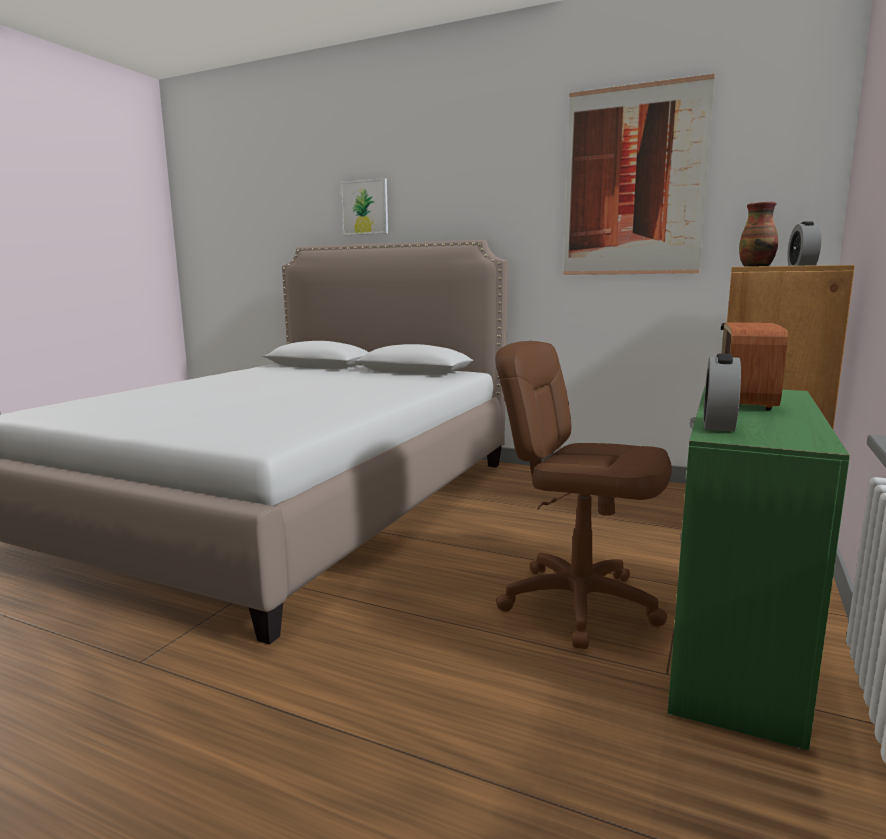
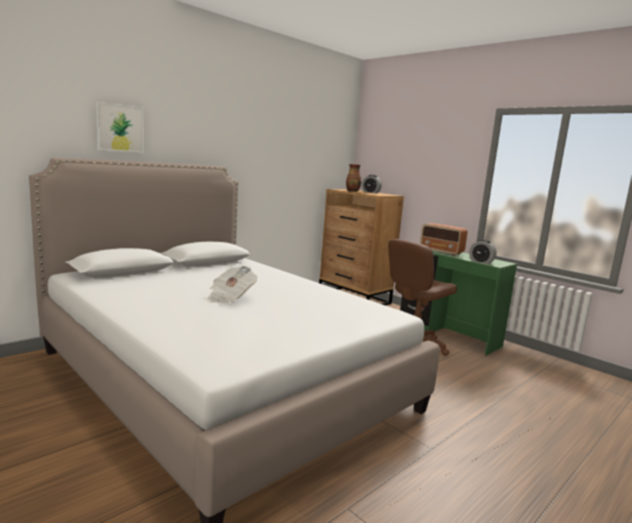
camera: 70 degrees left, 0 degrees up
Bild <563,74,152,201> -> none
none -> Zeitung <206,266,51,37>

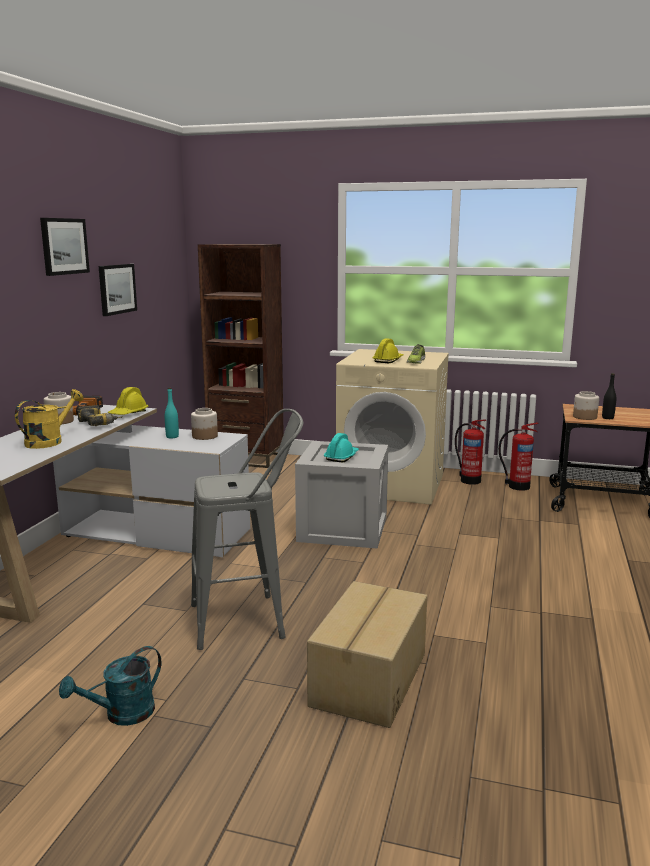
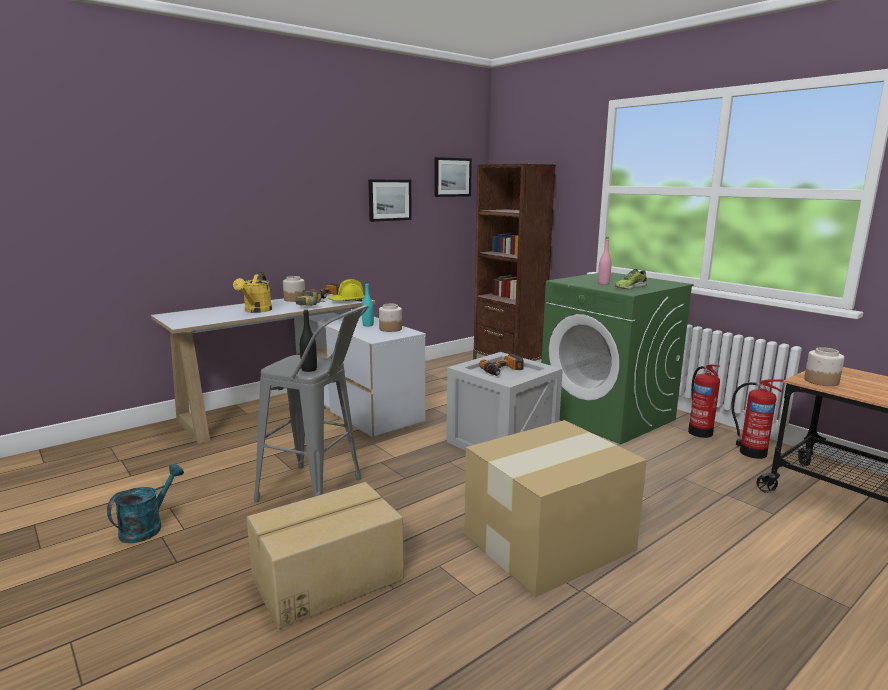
camera: 35 degrees right, 0 degrees up
none -> Karton <464,420,183,177>
Bild <40,218,50,58> -> Bild <434,157,38,40>, relocated
Flasche/schwarz <602,373,14,46> -> Flasche/schwarz <300,310,17,62>, relocated
Schutzhelm/türkis <324,433,35,29> -> Bohrmaschine <479,354,45,22>
Schutzhelm/gelb <372,338,31,25> -> Flasche/rosa <598,237,13,48>
Waschmaschine/beige <336,349,113,156> -> Waschmaschine/grün <542,272,152,172>
Gießkanne/gelb <15,389,69,60> -> Gießkanne/gelb <233,272,39,41>, 120 degrees clockwise
Gießkanne/türkis <59,646,102,80> -> Gießkanne/türkis <107,464,77,79>, 120 degrees clockwise

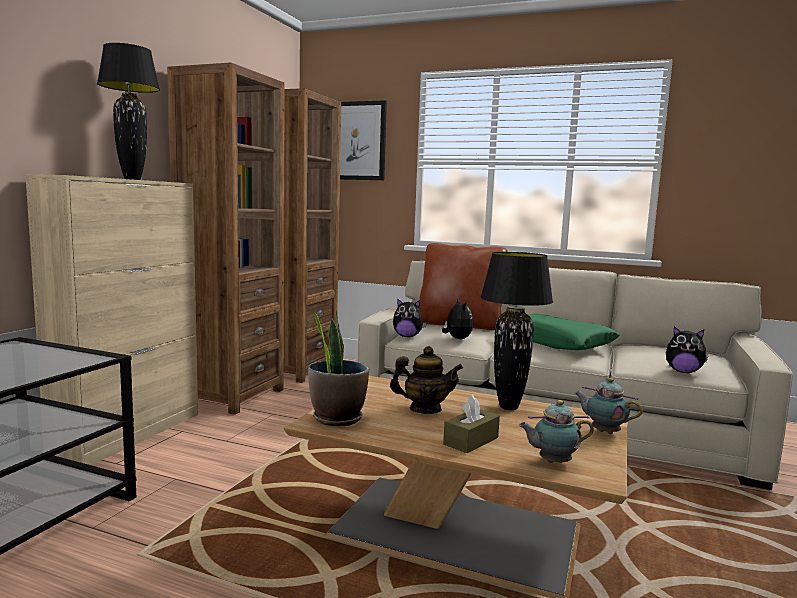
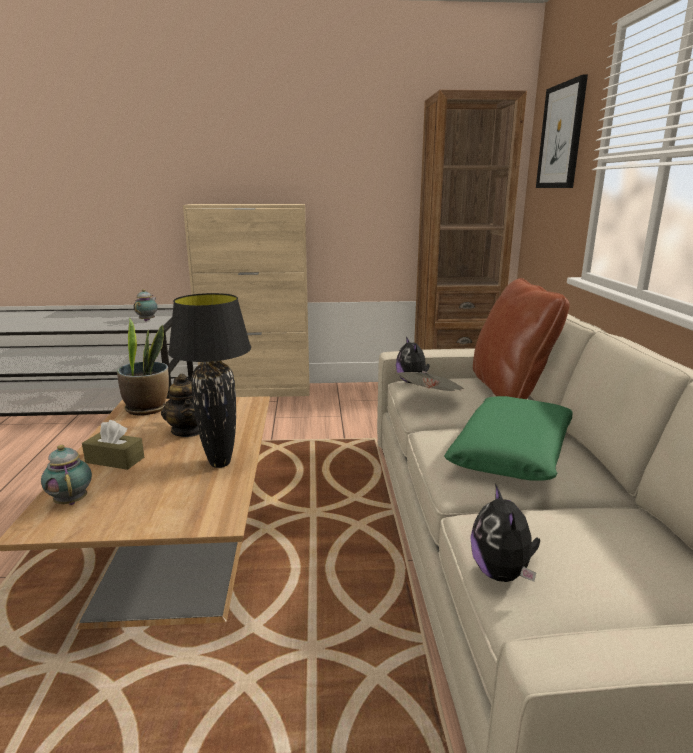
camera: 65 degrees right, 10 degrees up
Tischlampe/schwarz <97,43,63,137> -> none
Bücherregal/braun <167,62,118,353> -> none
Teekanne <575,378,68,56> -> Teekanne <134,289,24,32>, relocated
Plüschtier <442,300,31,39> -> Zeitung <395,372,69,19>

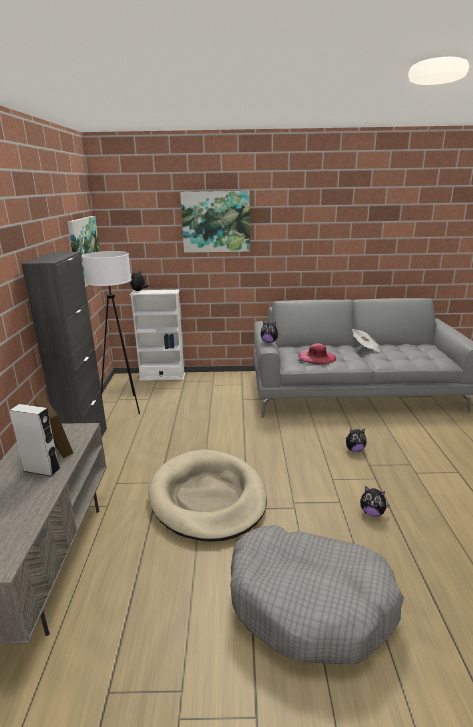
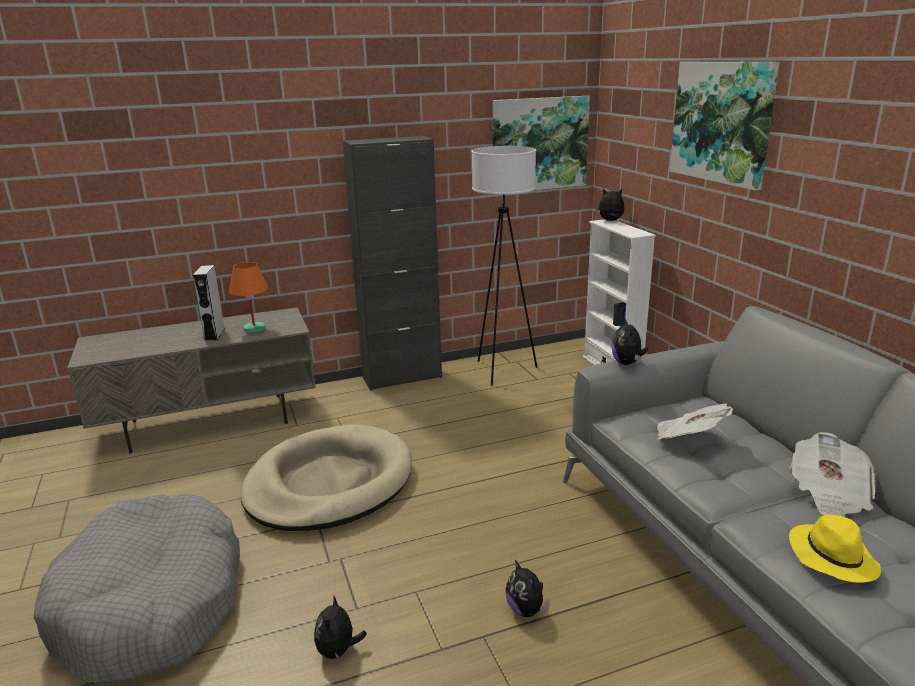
camera: 70 degrees right, 0 degrees up
none -> Hut/gelb <789,515,92,68>
Bilderrahmen <34,396,39,62> -> Tischlampe/orange <229,262,40,71>
Hut/rosa <298,343,38,21> -> Zeitung <657,403,76,36>

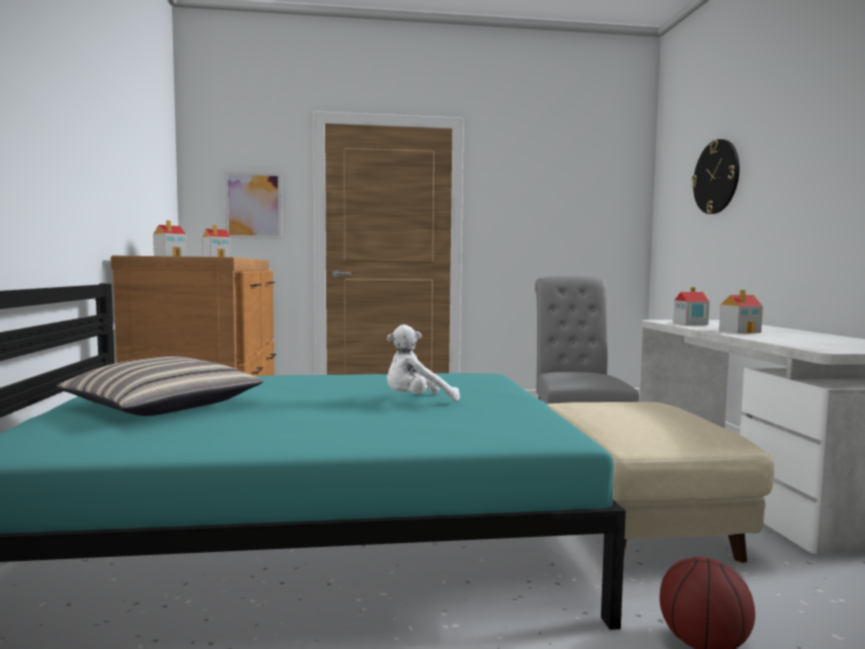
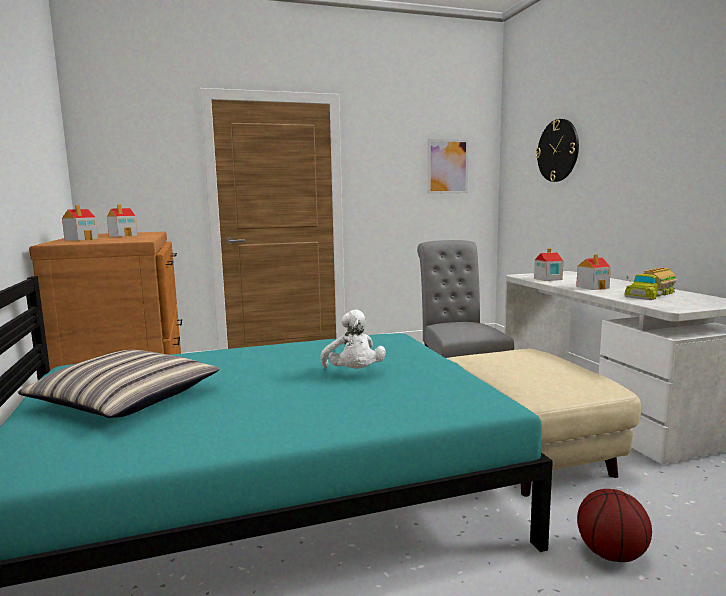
camera: 10 degrees left, 5 degrees up
none -> Spielzeuglaster <624,268,54,32>
Bild <224,172,58,67> -> Bild <428,139,41,55>, relocated
Plüschtier/weiß <387,325,73,76> -> Plüschtier/weiß <320,309,66,60>, 75 degrees counterclockwise

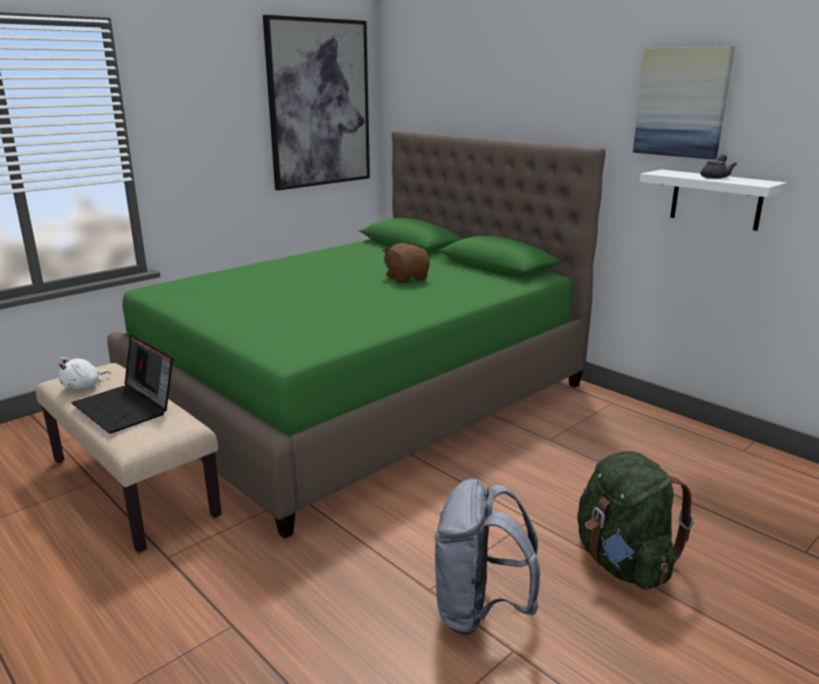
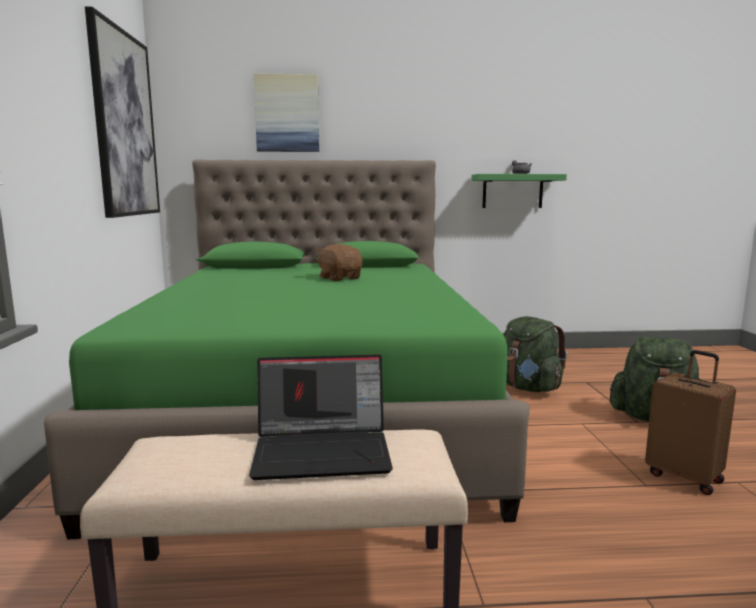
camera: 50 degrees left, 10 degrees down
Plüschtier/weiß <59,357,52,32> -> none
none -> Rucksack/grün <504,316,63,76>
Bild <633,46,102,114> -> Bild <254,73,65,79>, relocated
Rucksack/grau <434,478,106,157> -> Koffer/braun <645,350,91,145>
Wandregal/weiß <640,169,147,62> -> Wandregal/grün <471,174,96,34>
Plüschtier/braun <382,243,48,40> -> Plüschtier/braun <316,244,46,37>, 45 degrees clockwise

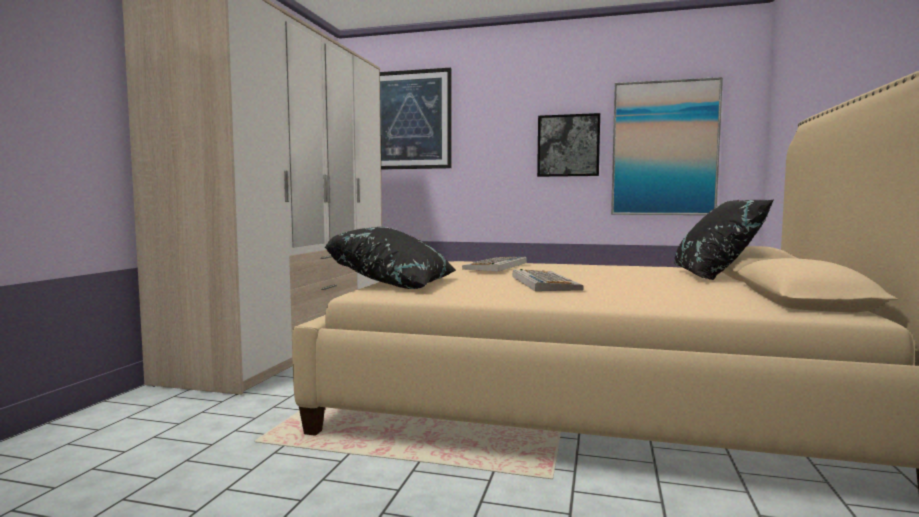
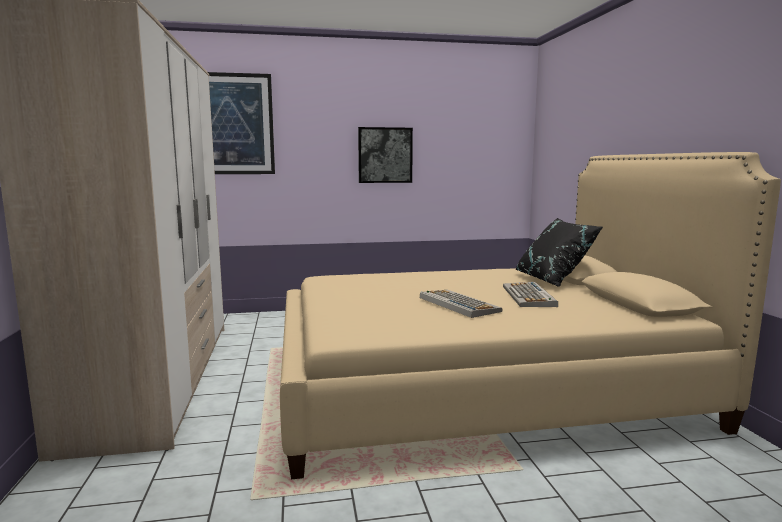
camera: 25 degrees left, 5 degrees up
Kissen/schwarz <325,227,131,62> -> none
Bild <611,77,112,138> -> none
Tastatur <462,257,65,14> -> Tastatur <503,282,55,25>, relocated

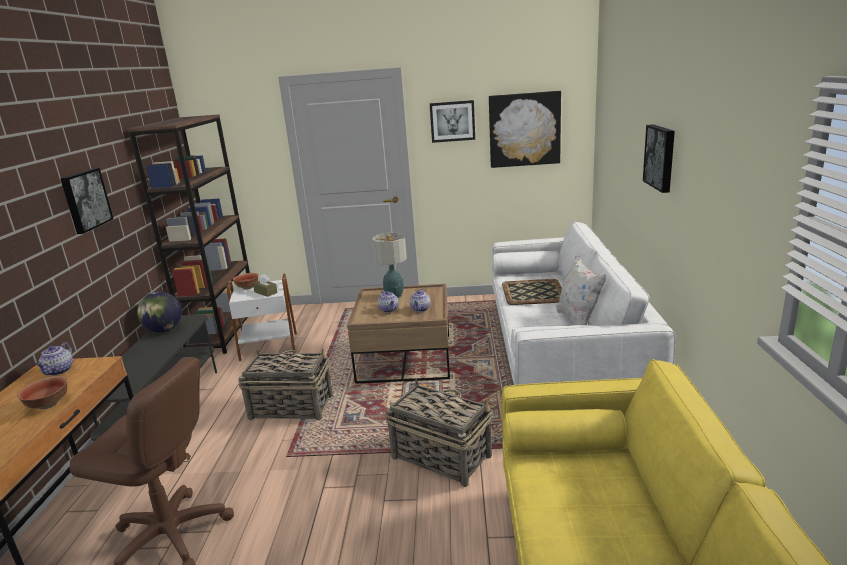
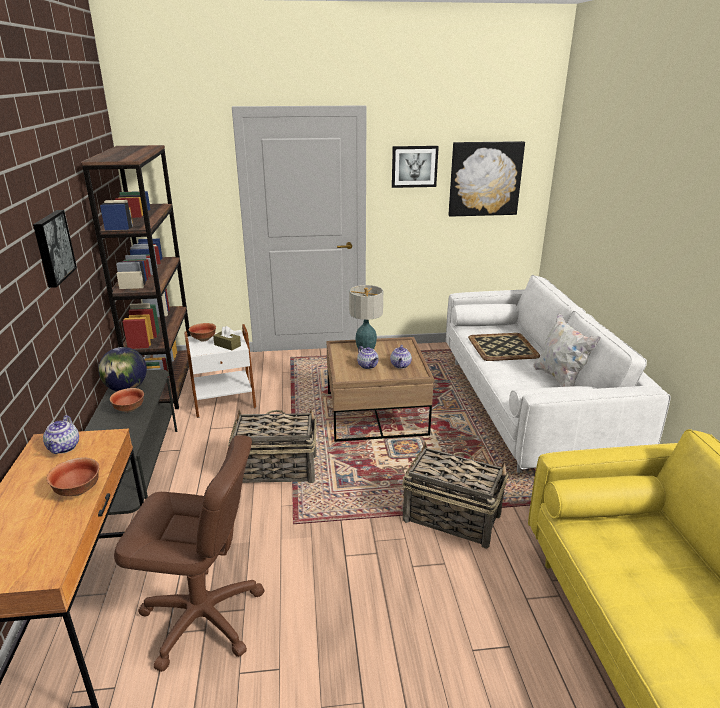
camera: 10 degrees left, 5 degrees up
Bild <643,124,32,69> -> none
none -> Schüssel <110,388,34,24>

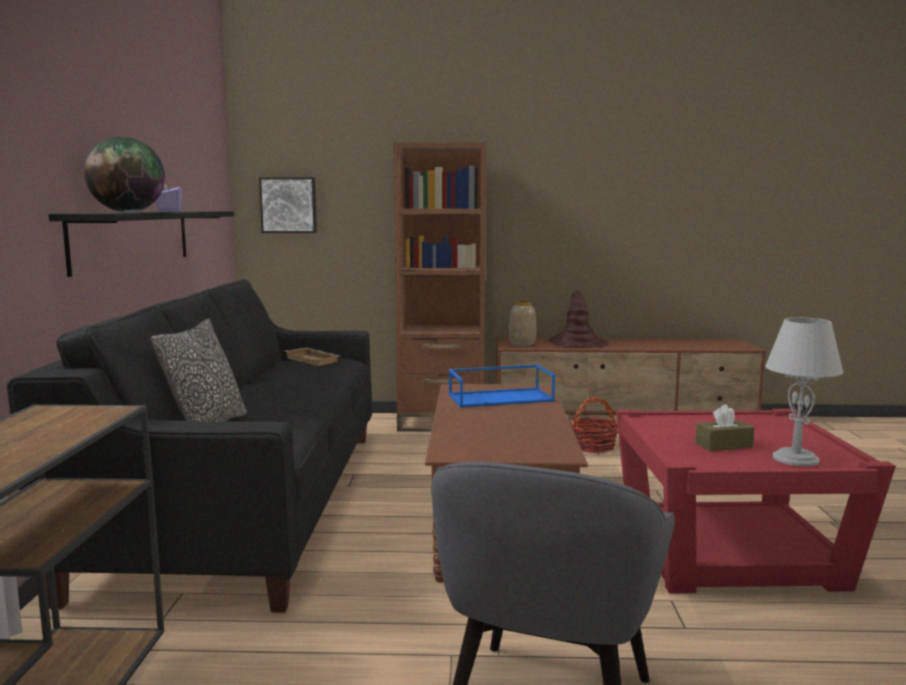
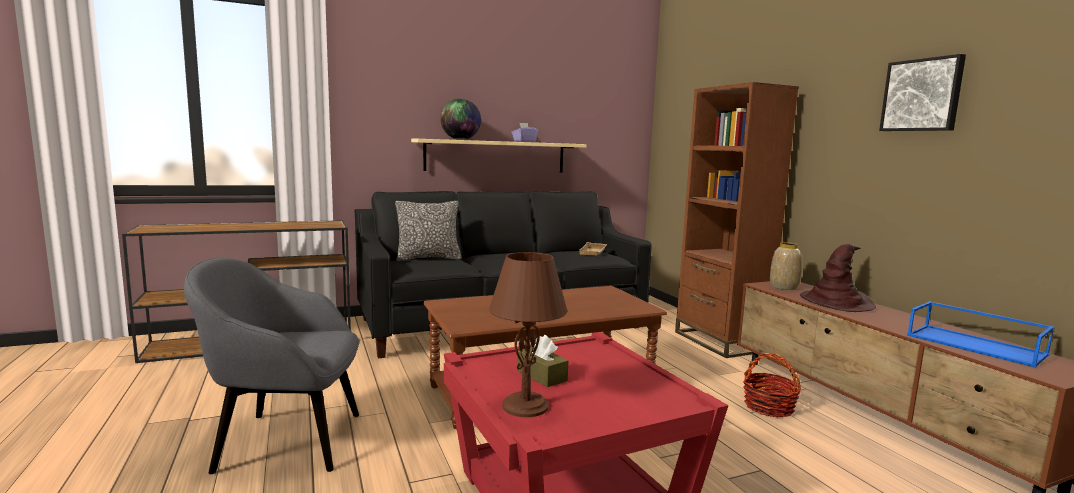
camera: 65 degrees right, 0 degrees up
Bild <259,177,58,56> -> Bild <879,54,87,77>, relocated
Tablett/blau <449,365,106,42> -> Tablett/blau <907,301,148,67>, relocated
Wandregal/schwarz <48,211,186,66> -> Wandregal/beige <411,139,176,34>
Tischlampe/grau <765,317,78,149> -> Tischlampe/braun <489,252,78,165>

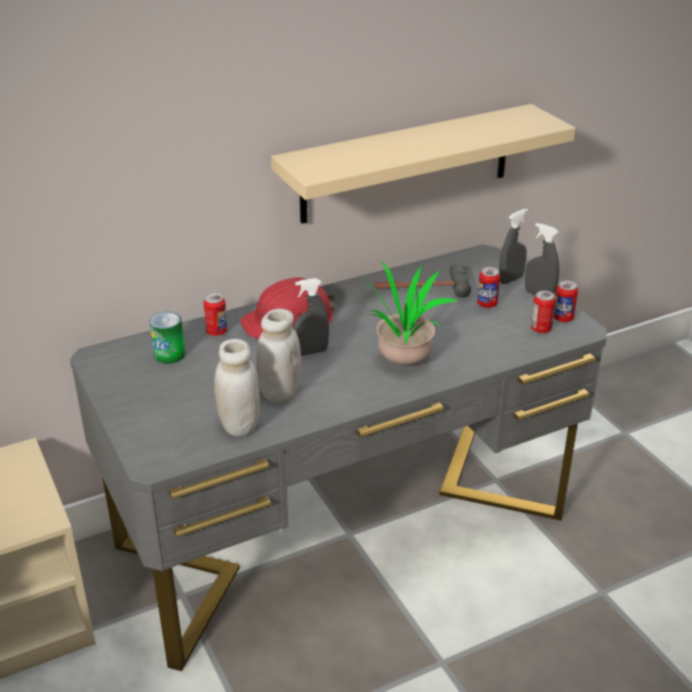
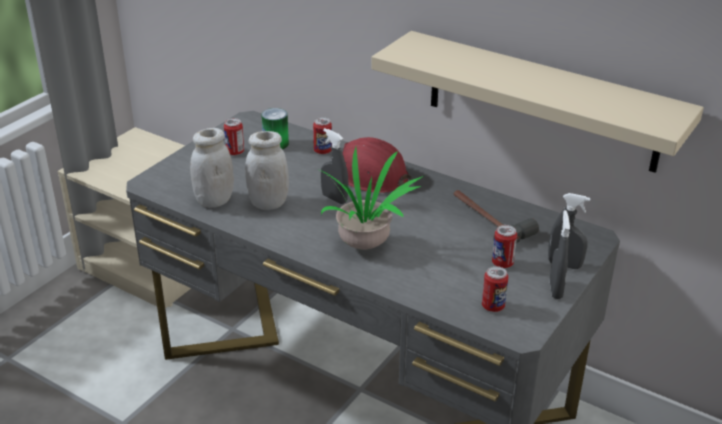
camera: 60 degrees right, 0 degrees up
Dose <554,280,24,42> -> Dose <224,118,20,37>, relocated

